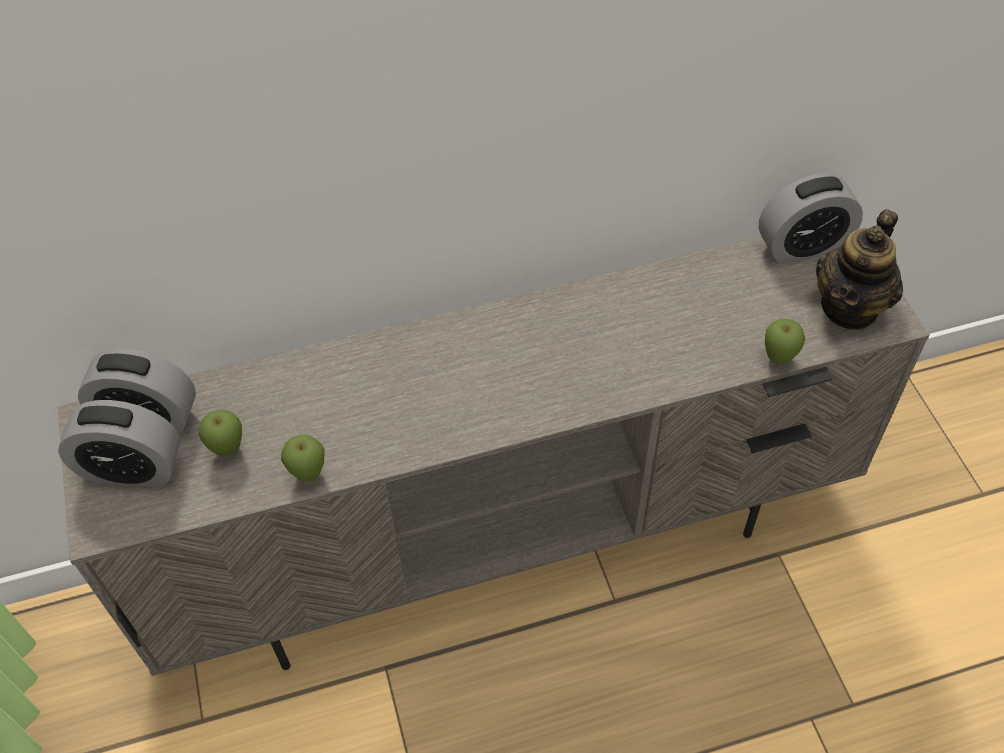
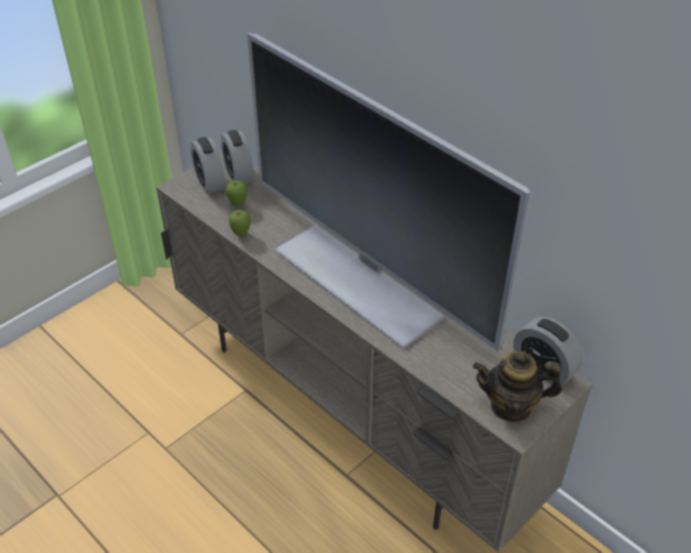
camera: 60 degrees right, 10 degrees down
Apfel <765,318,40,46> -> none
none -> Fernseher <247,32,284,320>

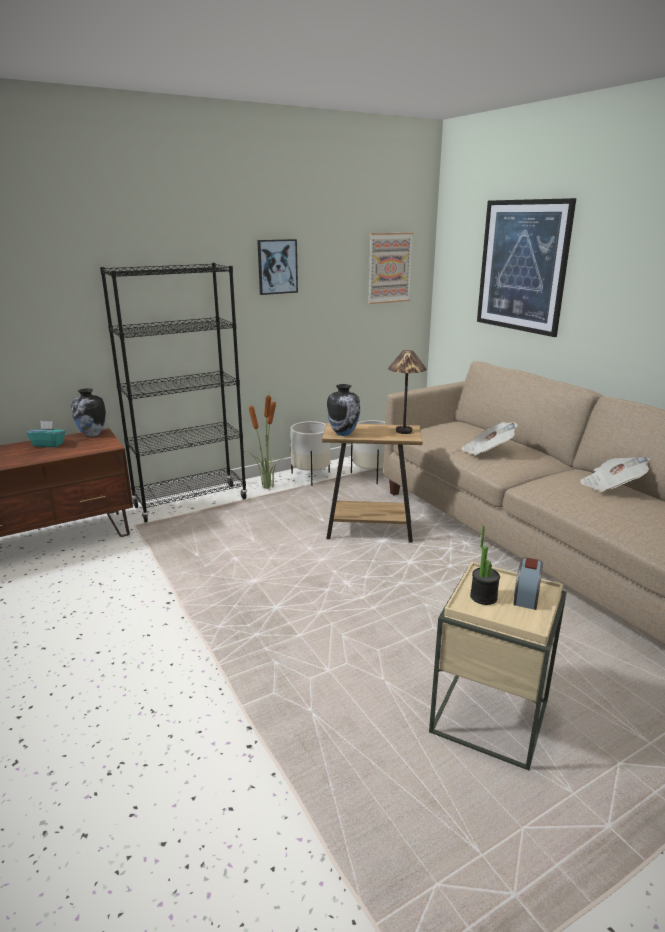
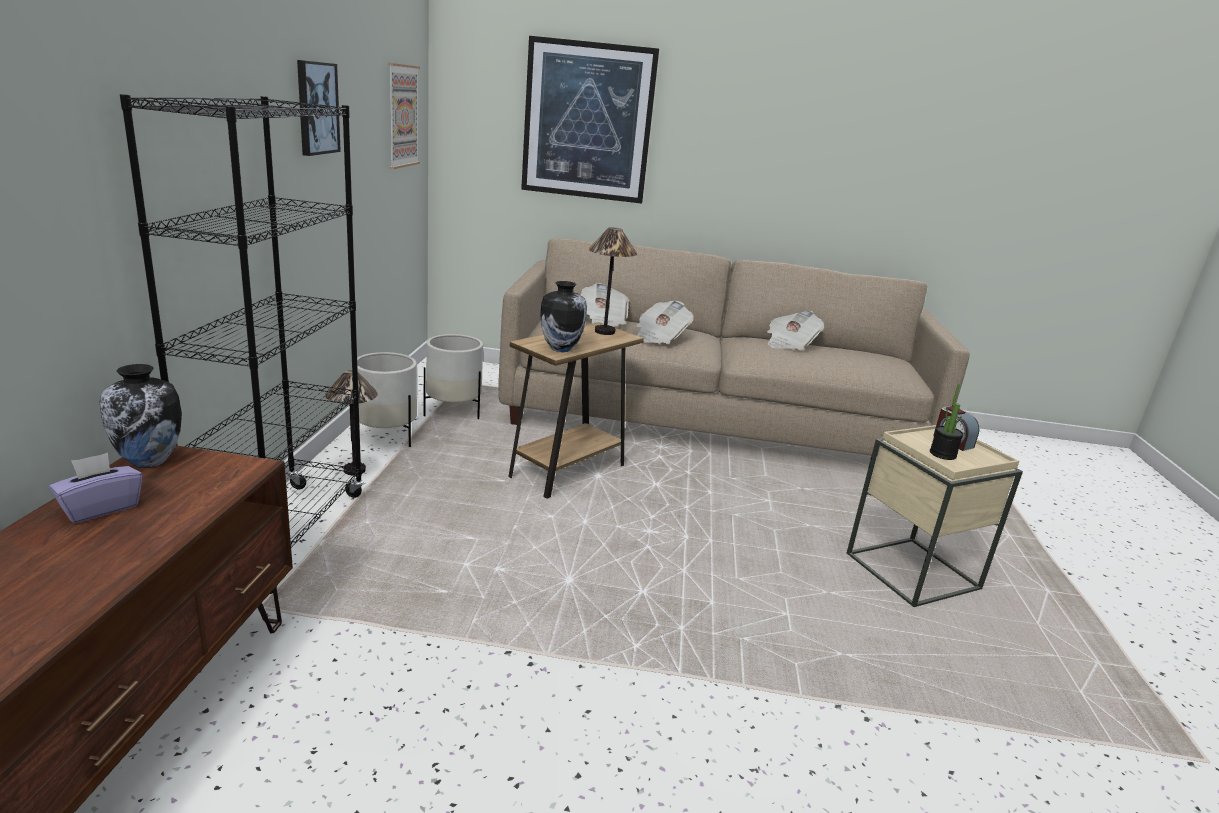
camera: 55 degrees left, 0 degrees up
none -> Zeitung <581,283,48,43>
Topfpflanze <246,395,38,94> -> Tischlampe <325,370,53,105>
Taschentuchbox/türkis <27,421,39,26> -> Taschentuchbox/lila <49,453,93,70>

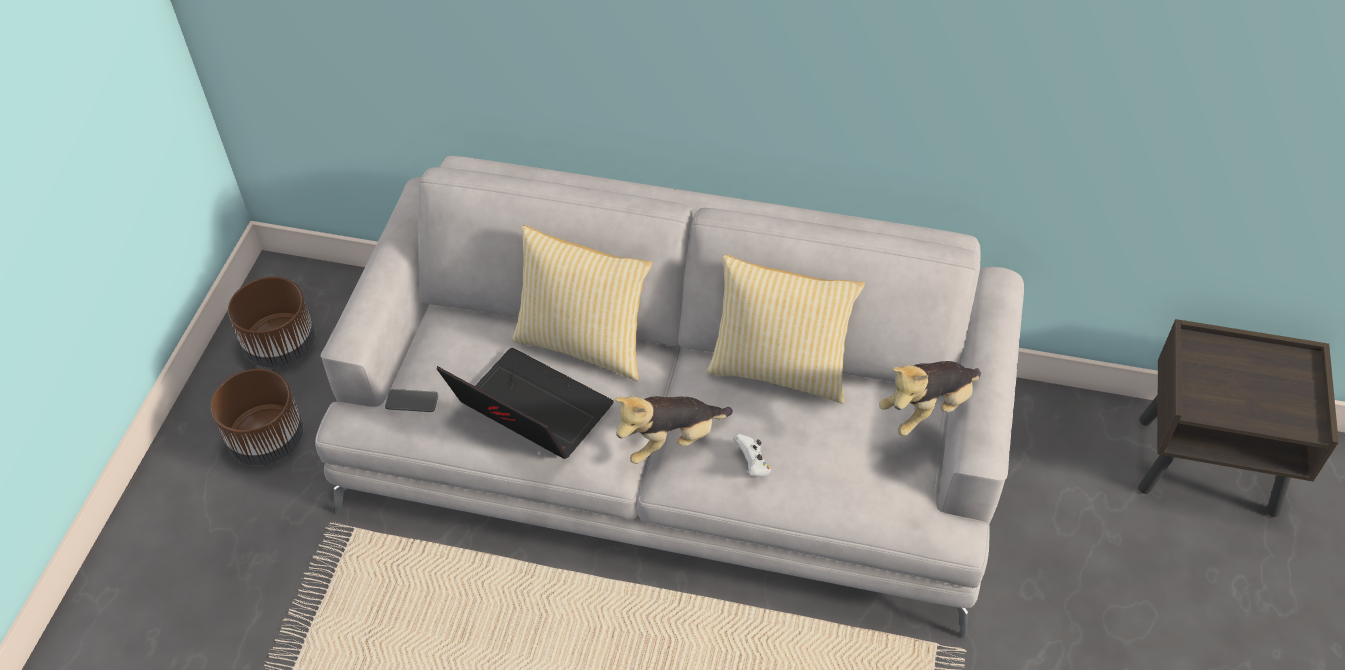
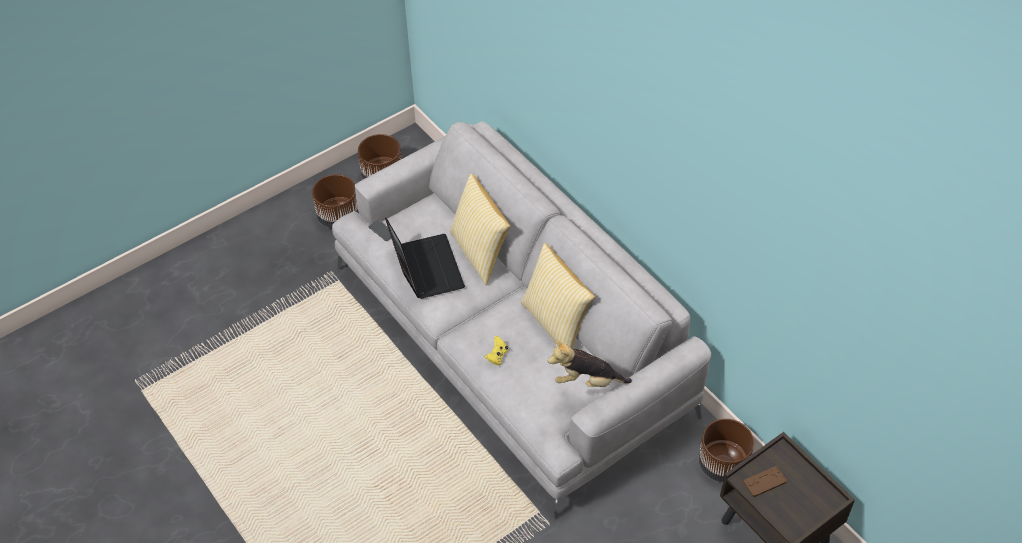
camera: 40 degrees right, 0 degrees up
Plüschtier <615,396,118,68> -> none
none -> Pflanzkübel/braun <699,419,55,63>
none -> Gamepad/braun <743,466,44,31>
Gamepad/weiß <733,434,38,43> -> Gamepad/gelb <485,336,23,30>

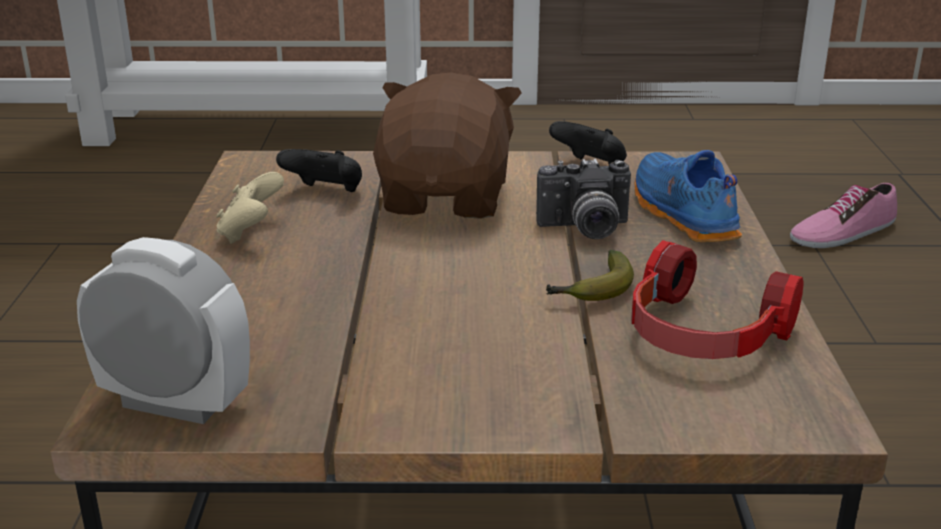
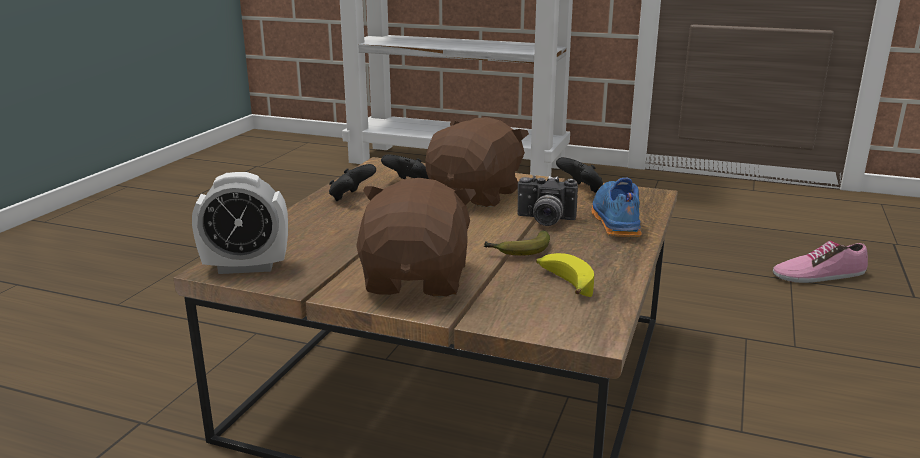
camera: 20 degrees right, 5 degrees down
none -> Plüschtier/braun <356,178,120,119>
Kopfhörer <632,240,172,119> -> Banane <536,253,58,44>
Gamepad/beige <216,172,68,72> -> Gamepad/schwarz <329,164,47,37>
Wecker <77,237,173,187> -> Wecker <192,172,96,102>, 135 degrees clockwise

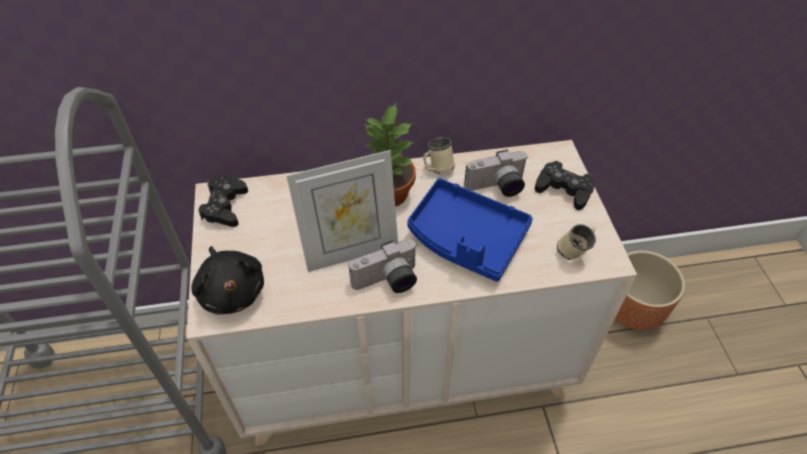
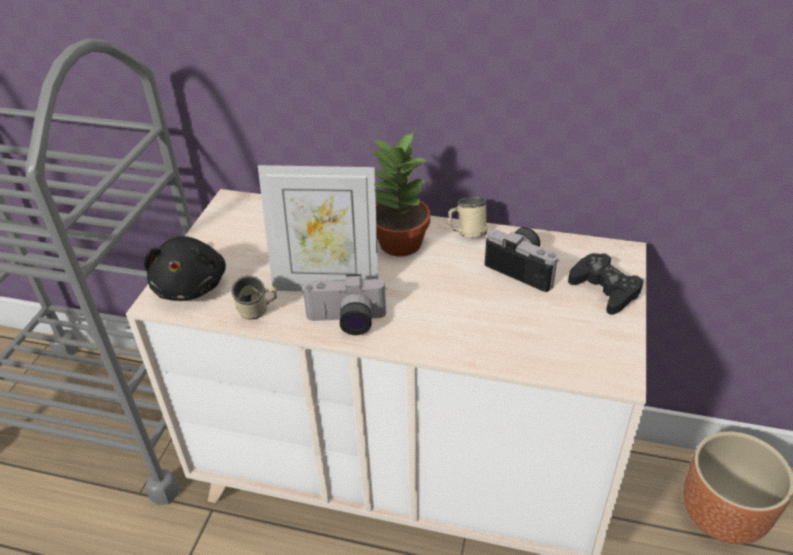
camera: 25 degrees right, 10 degrees down
Gamepad/schwarz <198,176,50,51> -> none
Tablett/blau <407,178,126,104> -> none
Henkelbecher/beige <557,224,39,36> -> Henkelbecher/beige <232,275,45,45>, relocated
Kamera <464,149,63,48> -> Kamera <485,227,74,65>, 150 degrees counterclockwise

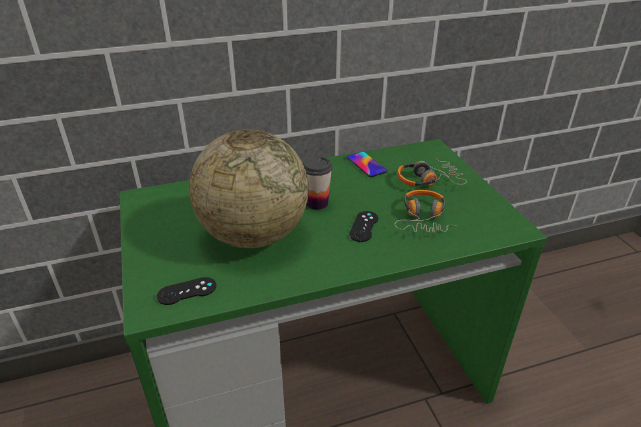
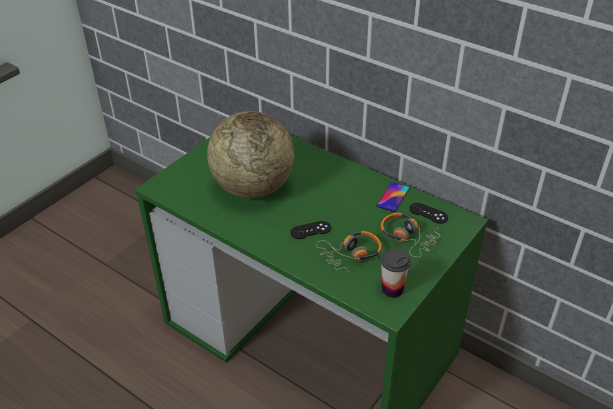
camera: 55 degrees right, 5 degrees up
Gamepad/schwarz <157,277,59,28> -> Gamepad/schwarz <409,203,39,21>, relocated
Tasse <303,156,30,54> -> Tasse <381,249,30,49>, relocated

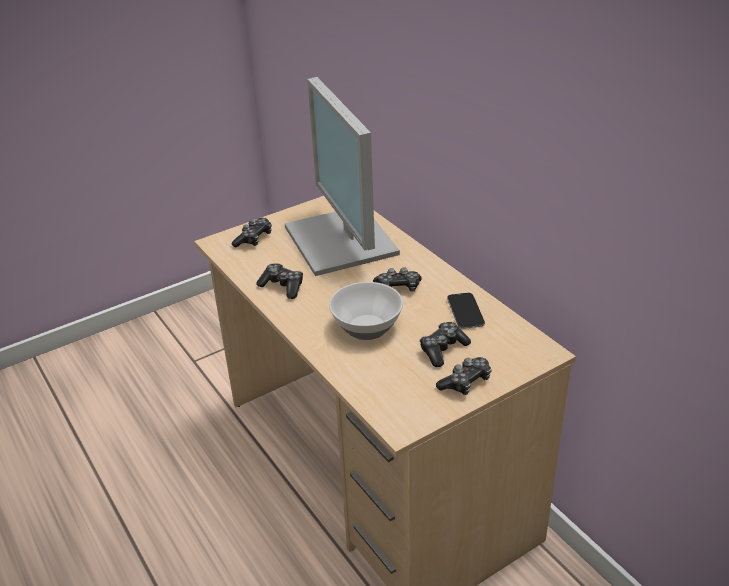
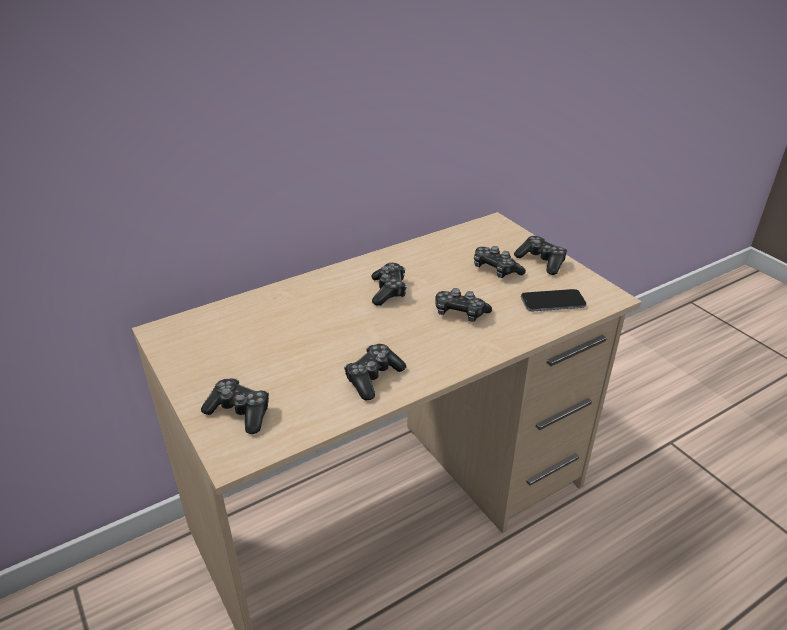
camera: 90 degrees left, 0 degrees up
Monitor <285,77,115,199> -> none
Handy <447,293,38,36> -> Handy <521,289,66,22>, relocated
Schüssel <329,282,74,58> -> Gamepad <435,288,57,34>

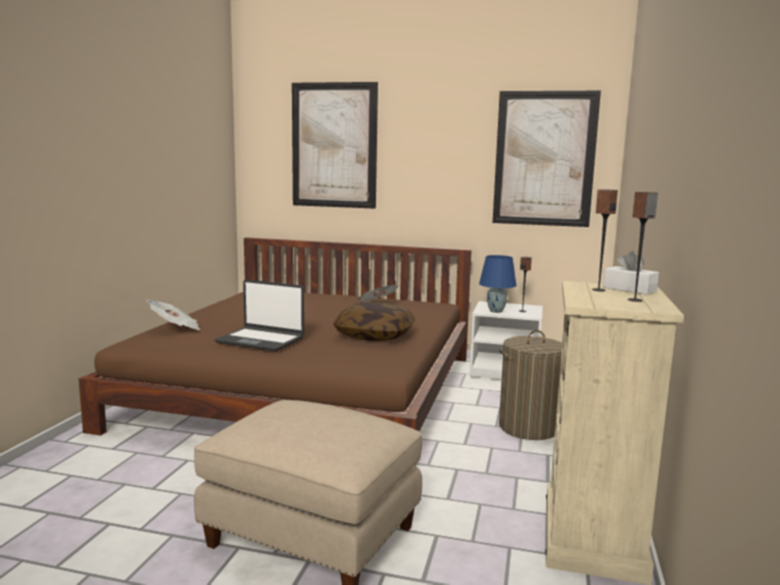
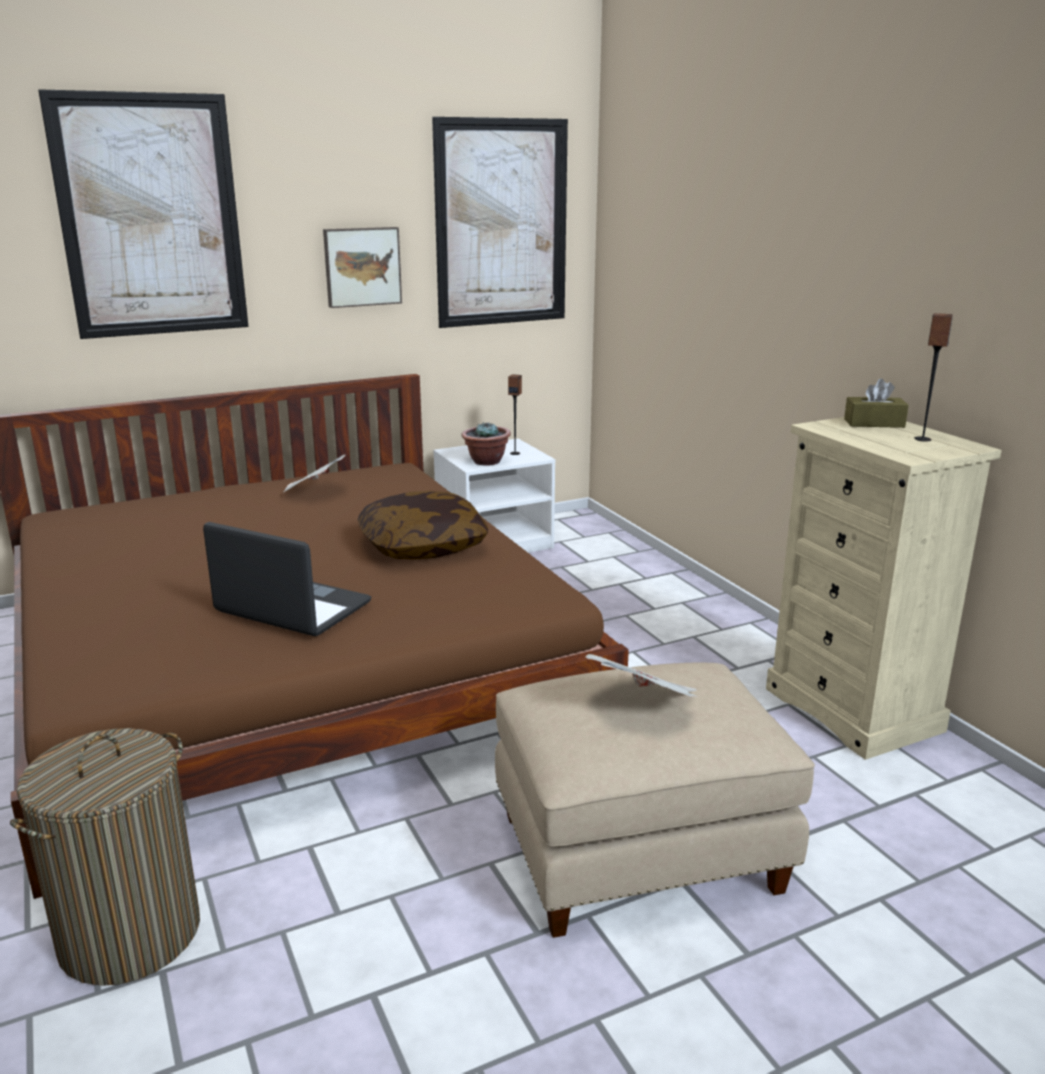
camera: 40 degrees left, 10 degrees up
Lautsprecher <592,189,26,103> -> none
none -> Bild <323,227,79,81>
Zeitung <146,300,54,30> -> Zeitung <586,654,111,44>, relocated
Wäschekorb <499,330,63,110> -> Wäschekorb <10,728,190,258>, relocated
Tischlampe/blau <479,255,37,58> -> Topfpflanze <461,422,50,44>
Taschentuchbox/weiß <603,251,56,44> -> Taschentuchbox/braun <844,379,65,49>
Laptop <215,280,89,71> -> Laptop <203,522,168,114>, 135 degrees counterclockwise

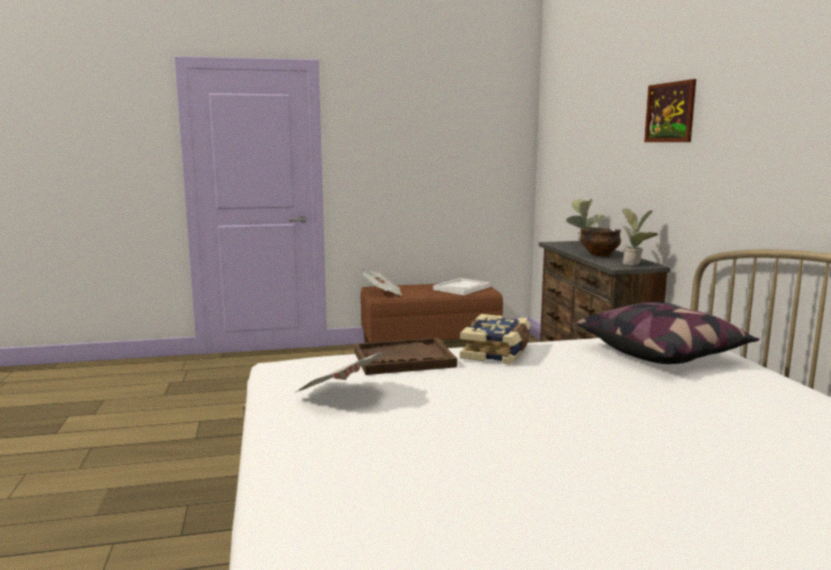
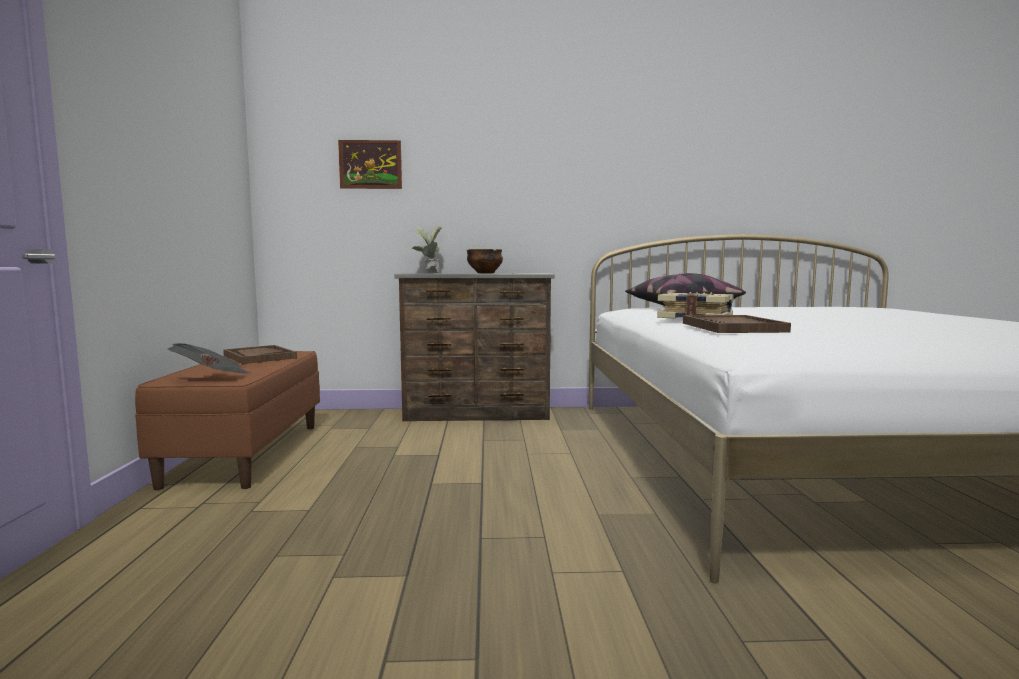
camera: 80 degrees left, 5 degrees down
Zeitung <296,351,92,41> -> none
Topfpflanze <622,209,36,56> -> none
Bild <644,79,52,63> -> Bild <338,140,64,49>, relocated
Tablett/weiß <433,278,57,17> -> Tablett/braun <223,345,74,19>

